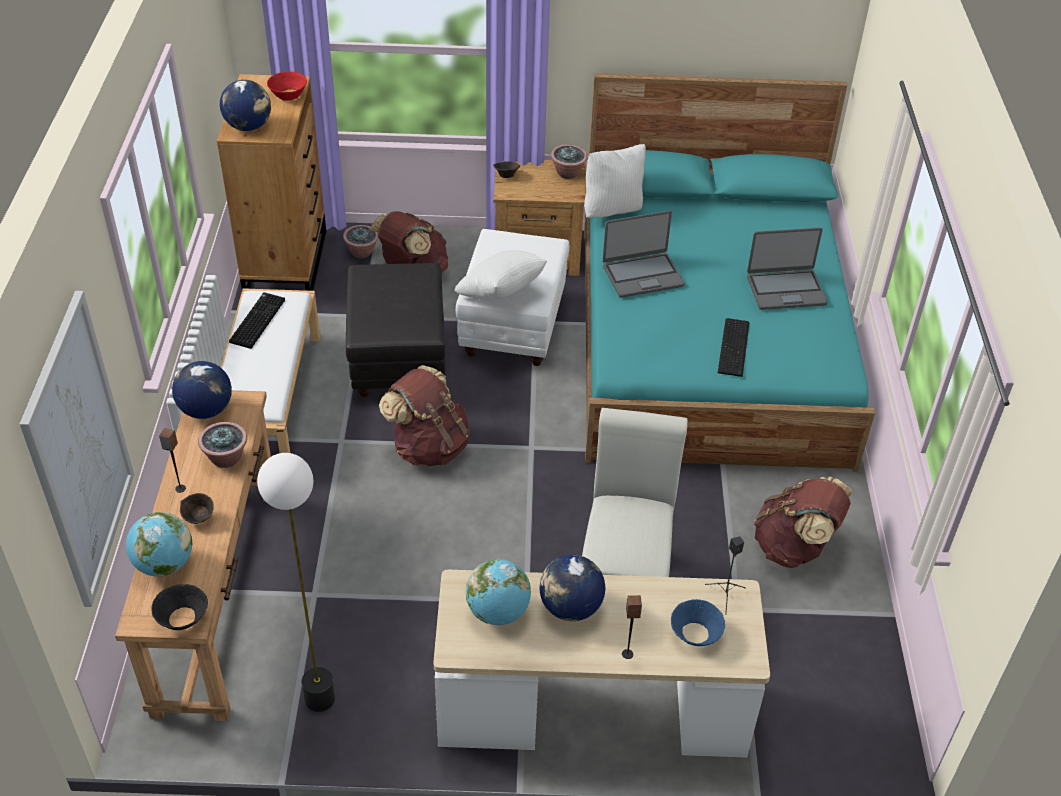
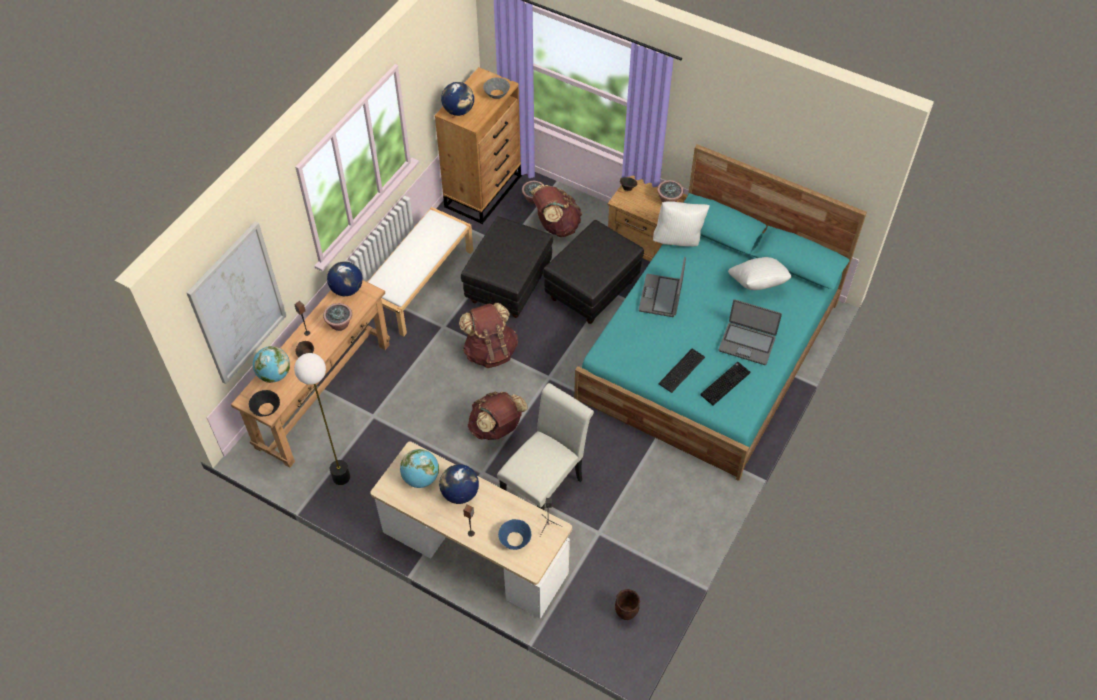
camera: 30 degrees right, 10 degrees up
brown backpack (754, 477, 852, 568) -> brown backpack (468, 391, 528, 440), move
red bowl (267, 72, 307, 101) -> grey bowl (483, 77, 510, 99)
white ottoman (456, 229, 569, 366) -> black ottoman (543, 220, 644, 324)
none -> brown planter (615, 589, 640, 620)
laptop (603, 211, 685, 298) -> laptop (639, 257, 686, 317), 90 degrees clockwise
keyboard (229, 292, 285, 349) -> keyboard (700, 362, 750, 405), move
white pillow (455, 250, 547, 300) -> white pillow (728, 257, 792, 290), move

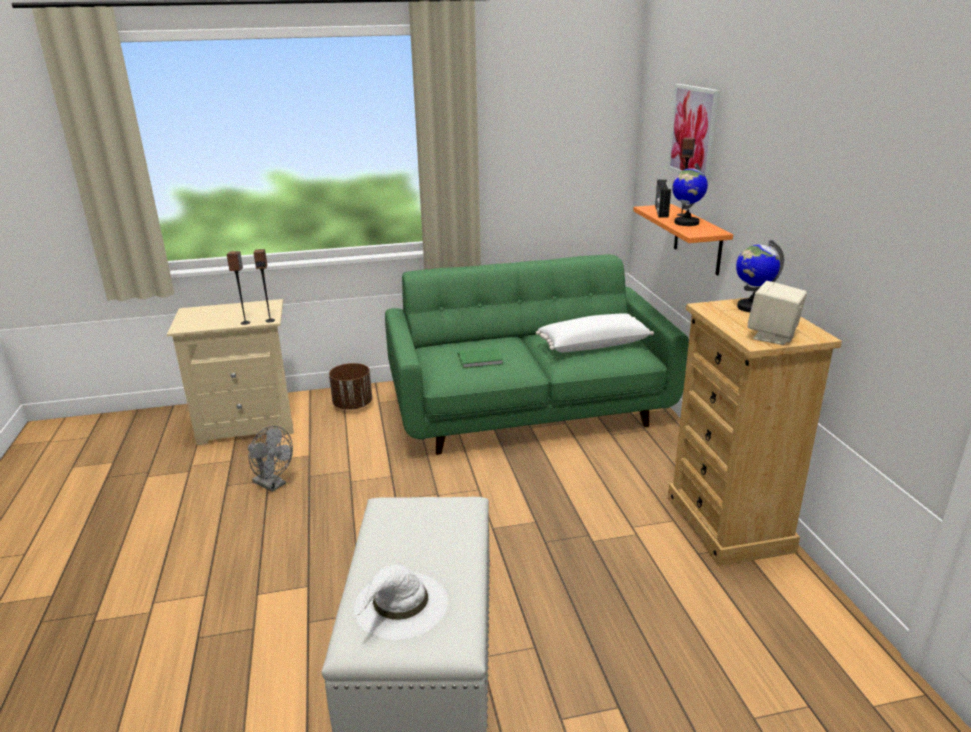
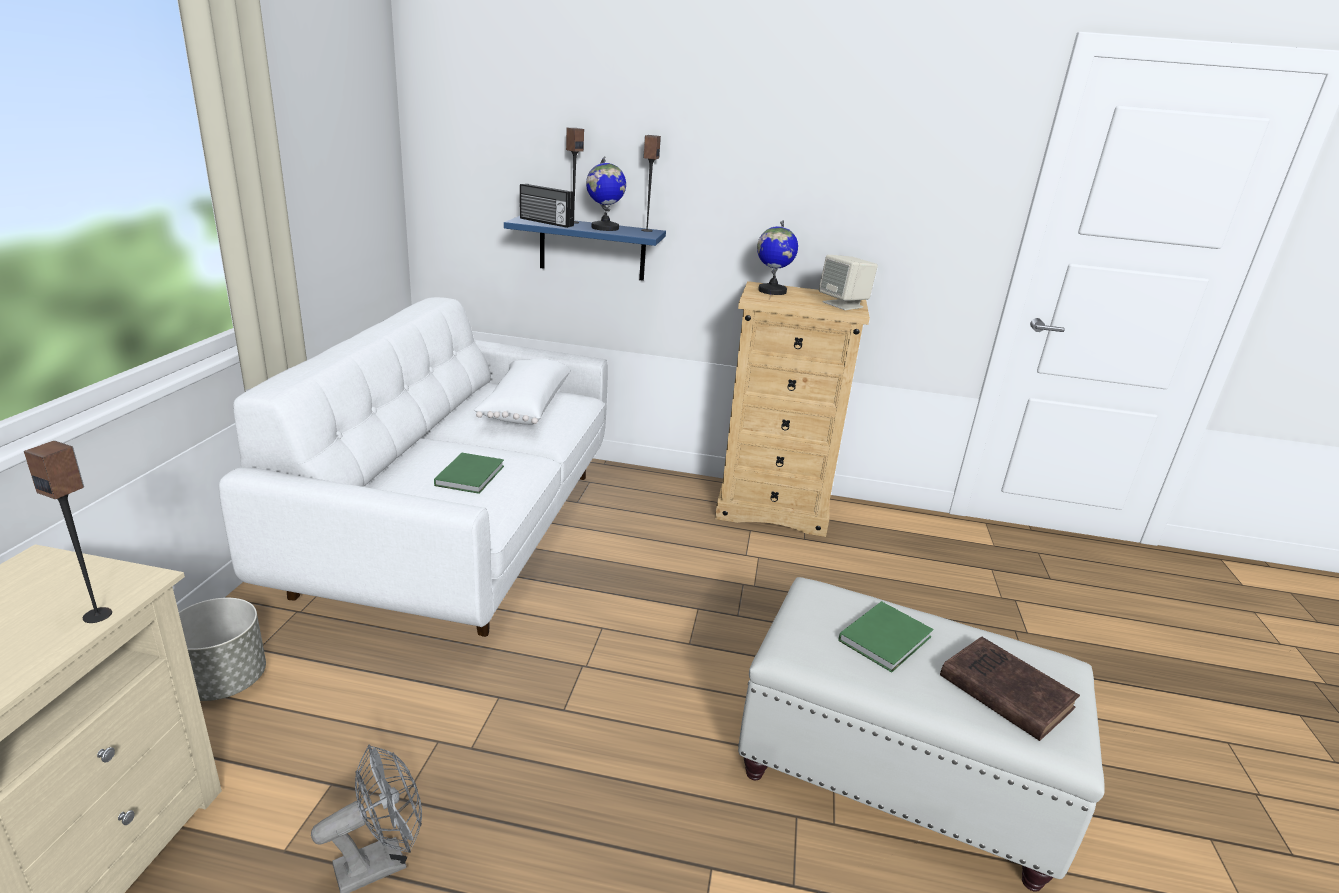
camera: 70 degrees left, 0 degrees up
brown planter (329, 363, 372, 410) -> grey planter (179, 598, 266, 701)
green sofa (385, 255, 689, 455) -> white sofa (219, 297, 608, 637)
orange shelf (633, 204, 733, 275) -> blue shelf (504, 216, 666, 281)
speaker (253, 249, 275, 322) -> speaker (641, 135, 661, 232), move
none -> green book (838, 601, 933, 673)
white hat (354, 565, 448, 640) -> brown book (940, 637, 1080, 741)
picture (668, 84, 720, 184) -> none

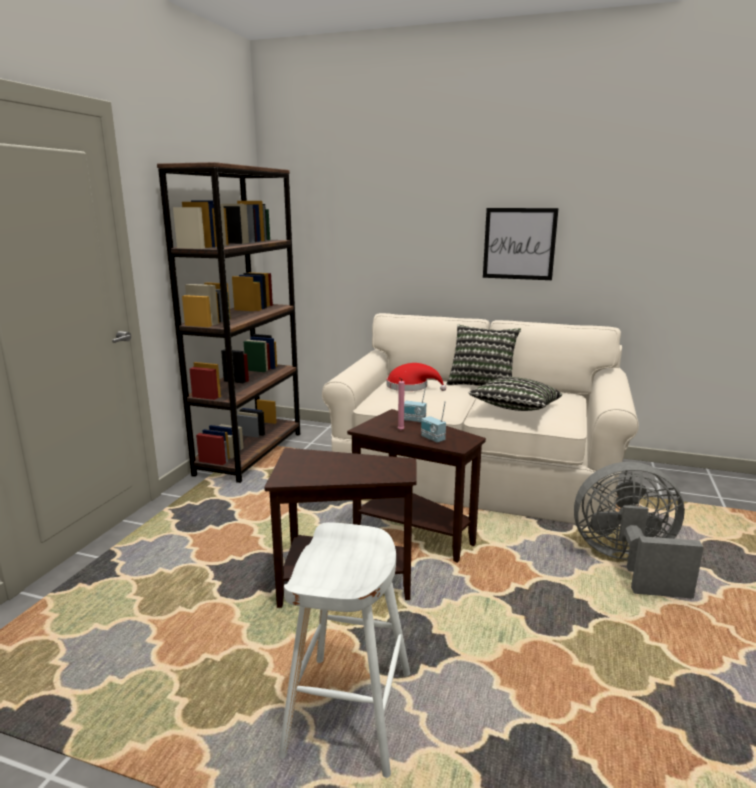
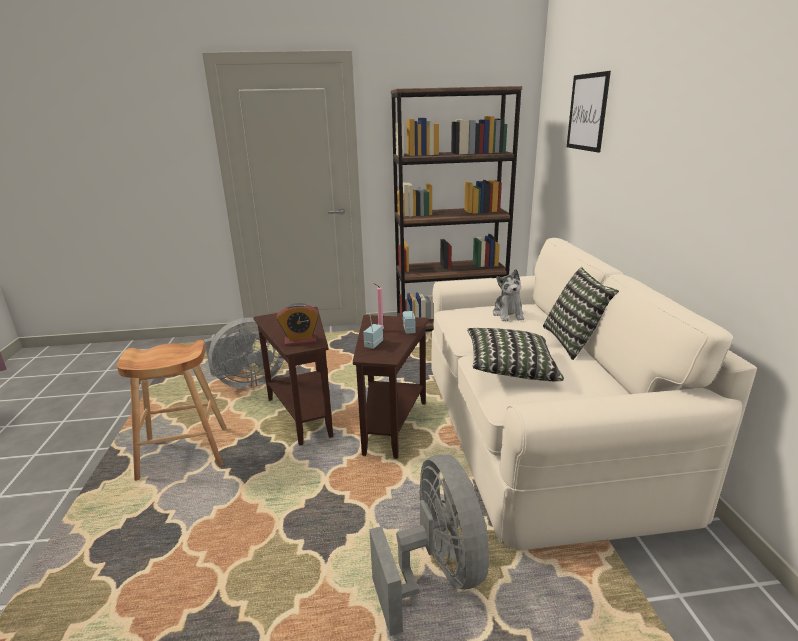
camera: 65 degrees right, 5 degrees up
white stool (278, 522, 410, 778) -> brown stool (117, 340, 227, 481)
none -> grey fan (204, 317, 284, 389)
none -> alarm clock (277, 303, 319, 346)
red hat (386, 363, 446, 391) -> plush toy (493, 269, 524, 321)
picture (483, 208, 559, 280) -> picture (567, 71, 611, 152), move

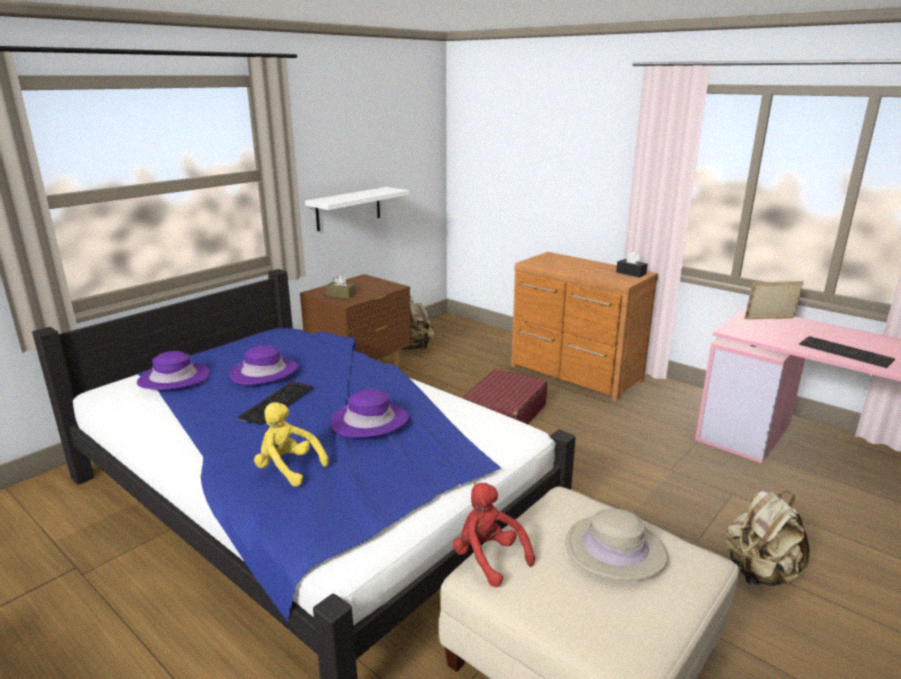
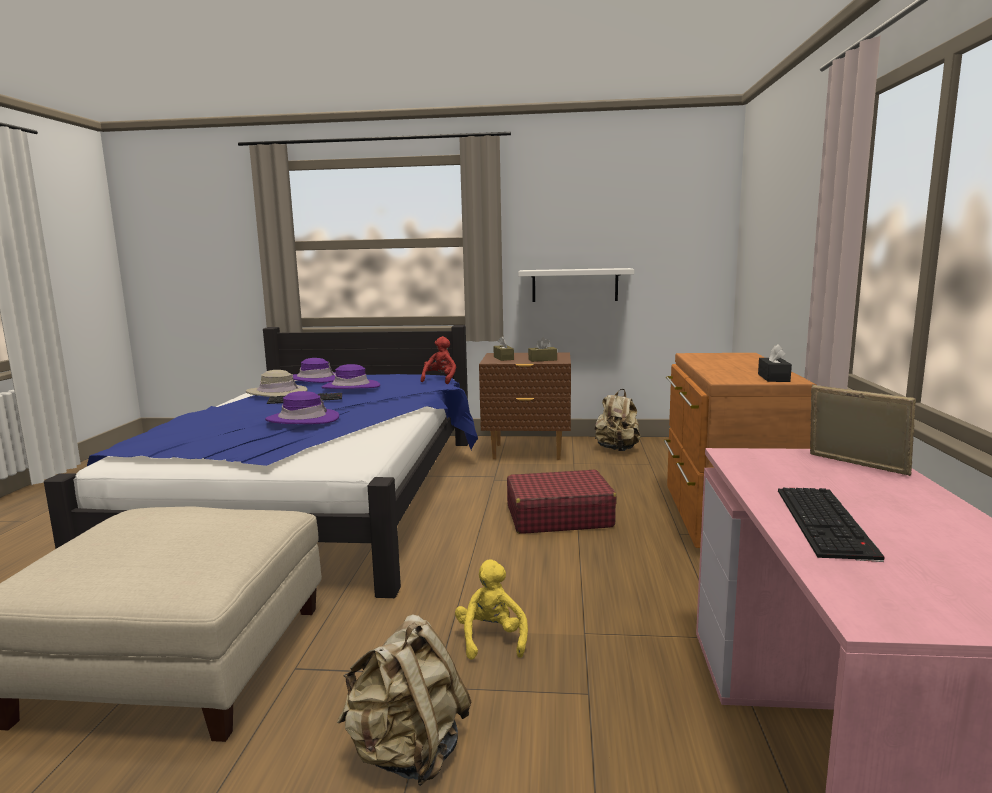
camera: 55 degrees right, 10 degrees down
beige hat (565, 508, 668, 581) -> beige hat (246, 370, 308, 397), move
red plush toy (453, 483, 535, 587) -> red plush toy (421, 336, 456, 384), move
yellow plush toy (254, 402, 329, 486) -> yellow plush toy (455, 560, 528, 660), move
none -> brown tissue box (528, 338, 557, 362)

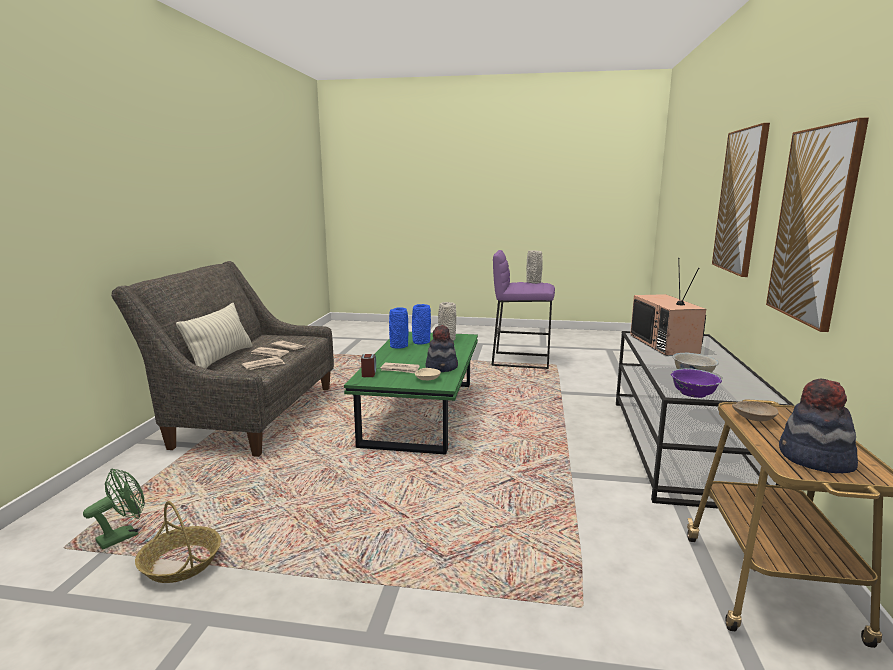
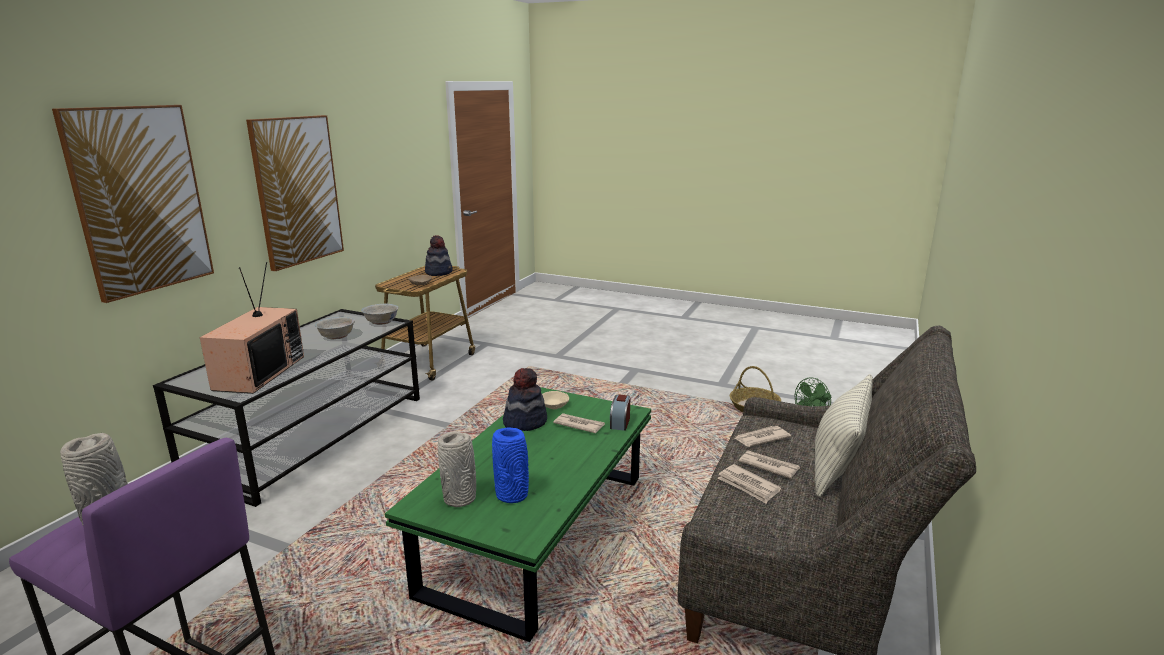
camera: 165 degrees left, 5 degrees up
purple bowl (671, 368, 722, 398) -> white bowl (361, 304, 399, 325)
blue vase (389, 307, 408, 349) -> none

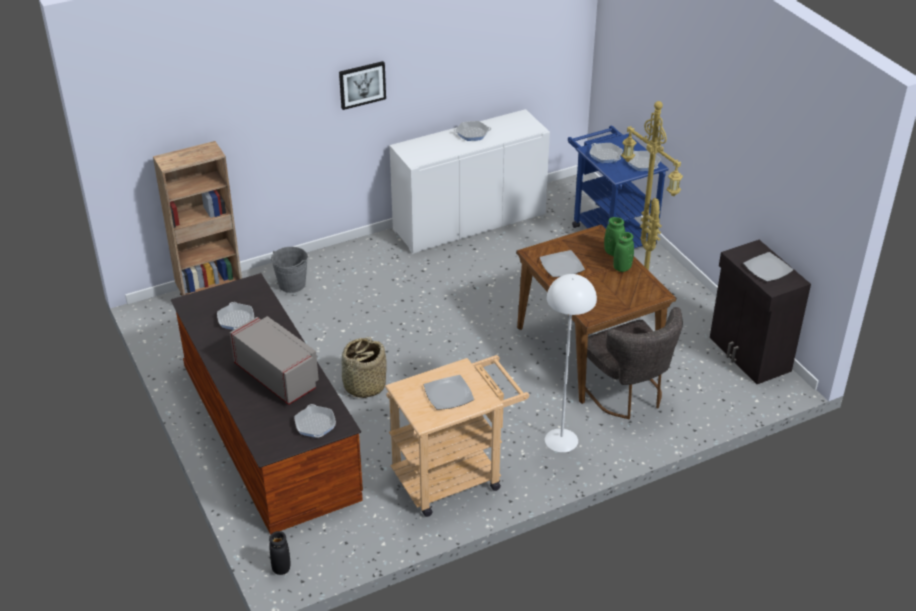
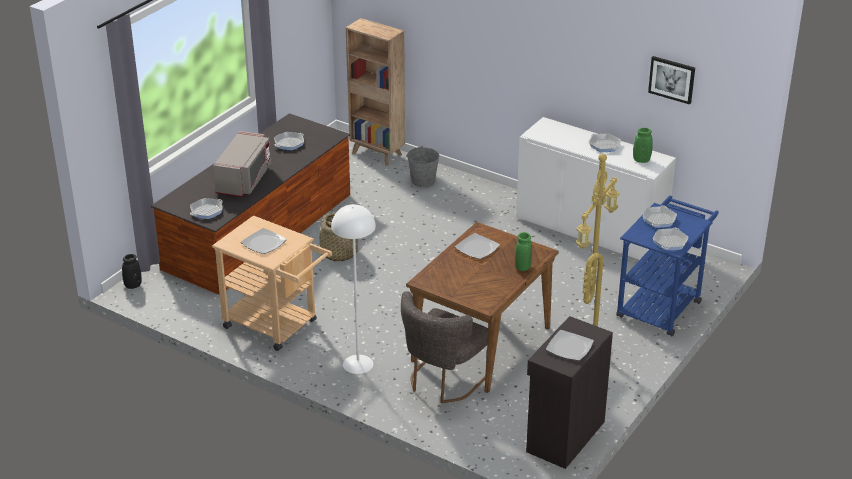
camera: 60 degrees right, 5 degrees down
green vase (613, 232, 634, 272) -> green vase (633, 128, 653, 163), move
picture (339, 61, 386, 110) -> picture (648, 56, 695, 104), move

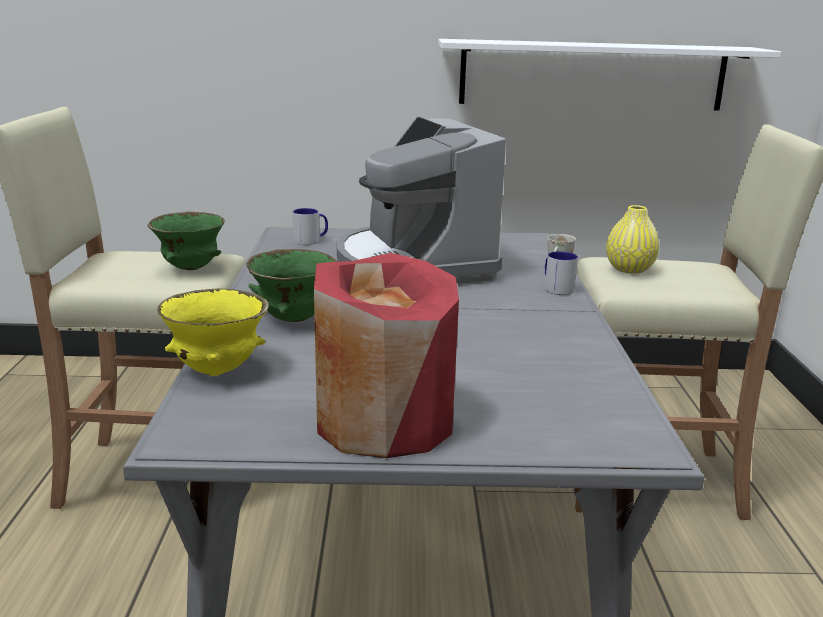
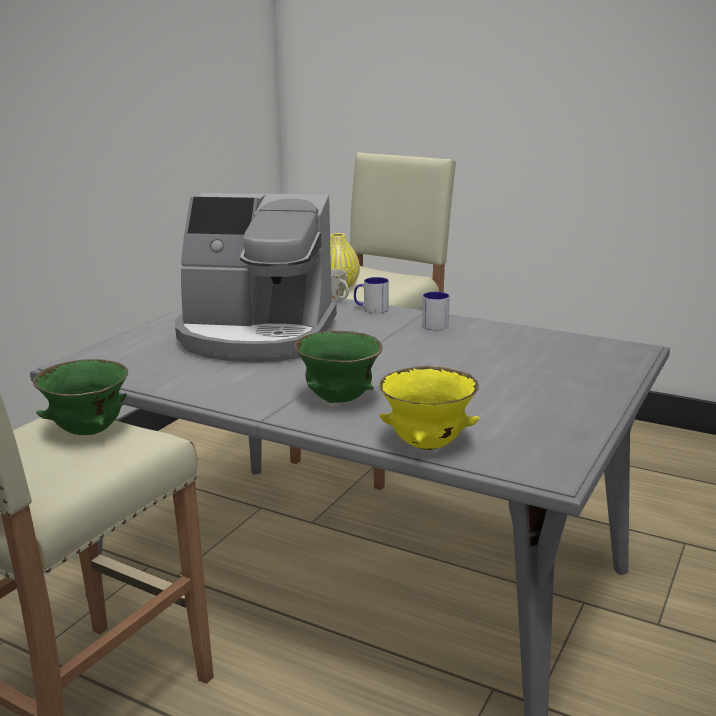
camera: 60 degrees left, 0 degrees up
mug (293, 208, 328, 245) -> mug (422, 292, 449, 330), move
red vase (314, 253, 459, 458) -> none
white shelf (438, 39, 782, 110) -> none

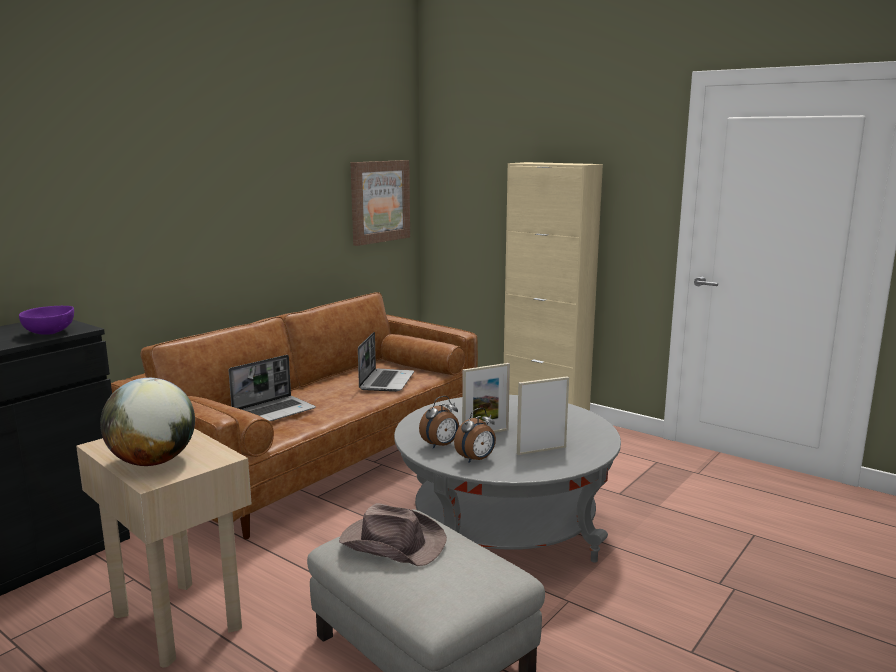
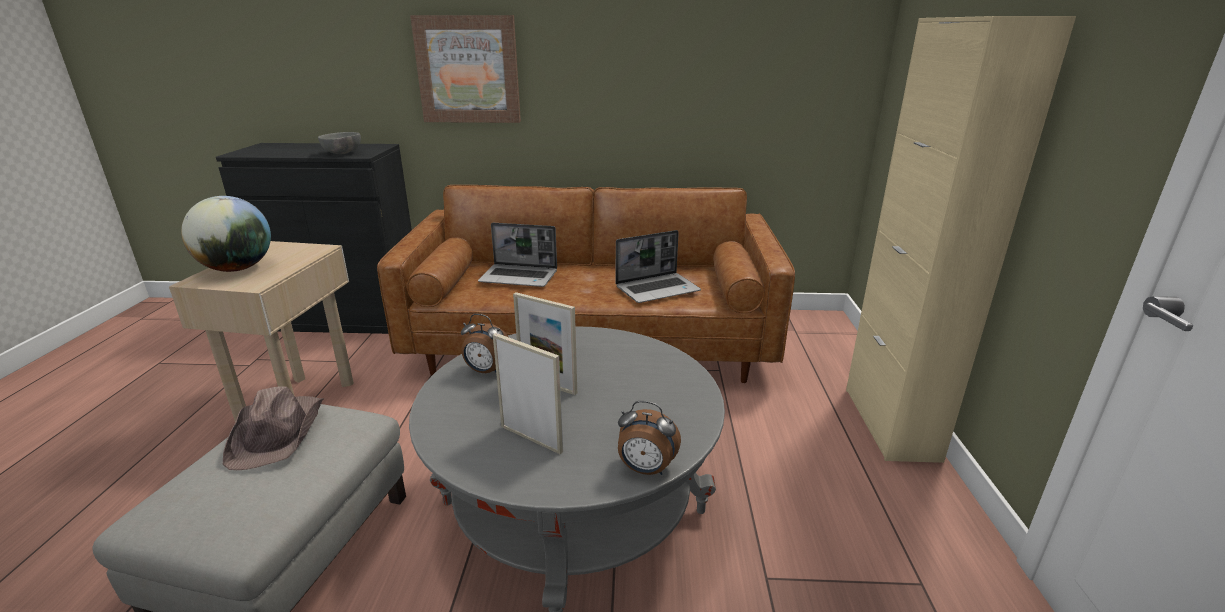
camera: 55 degrees right, 10 degrees up
purple bowl (19, 306, 74, 335) -> grey bowl (318, 132, 361, 154)
picture (351, 160, 410, 246) -> picture (410, 15, 521, 123), move
alarm clock (454, 408, 496, 463) -> alarm clock (618, 401, 681, 475), move

